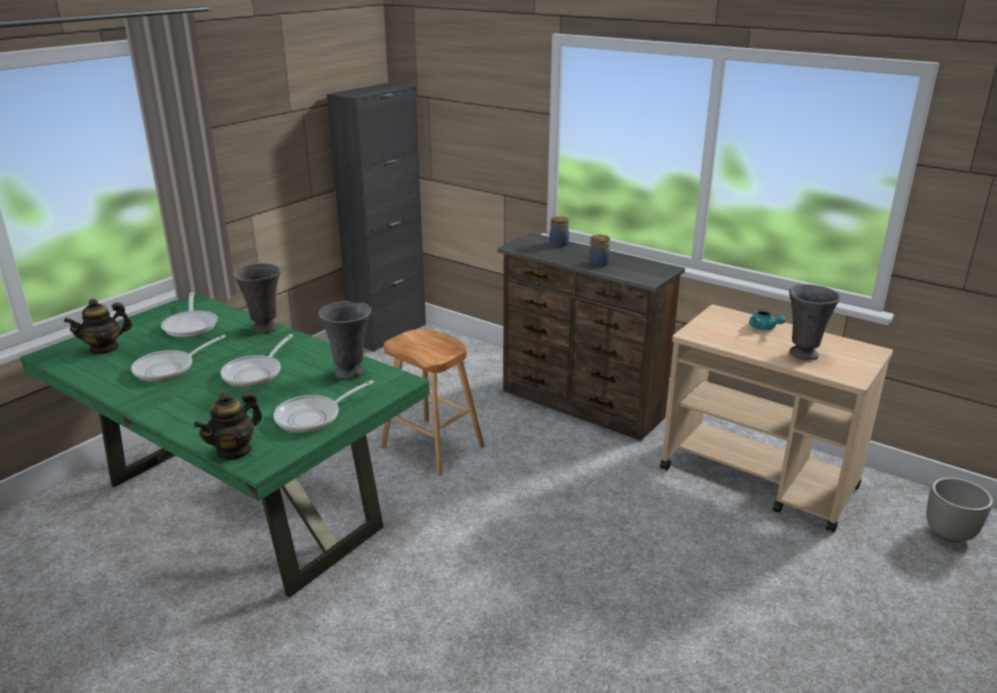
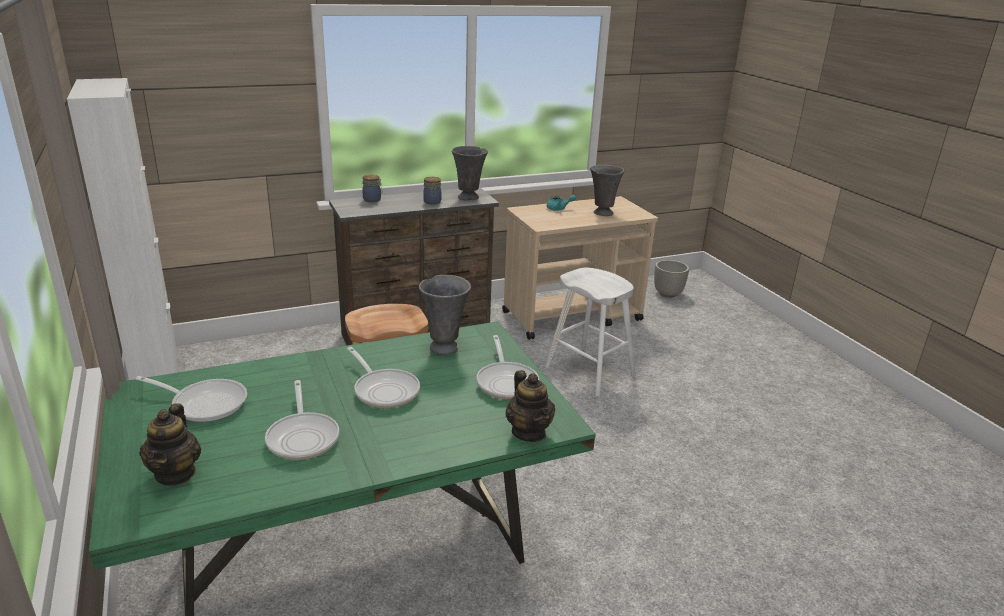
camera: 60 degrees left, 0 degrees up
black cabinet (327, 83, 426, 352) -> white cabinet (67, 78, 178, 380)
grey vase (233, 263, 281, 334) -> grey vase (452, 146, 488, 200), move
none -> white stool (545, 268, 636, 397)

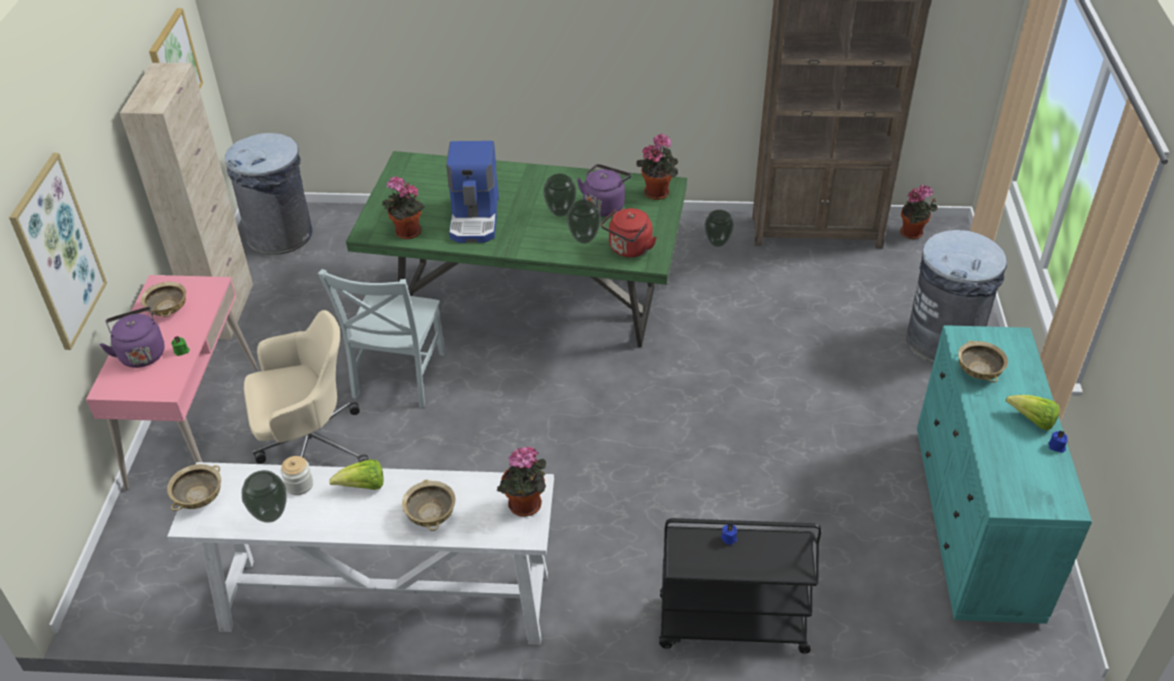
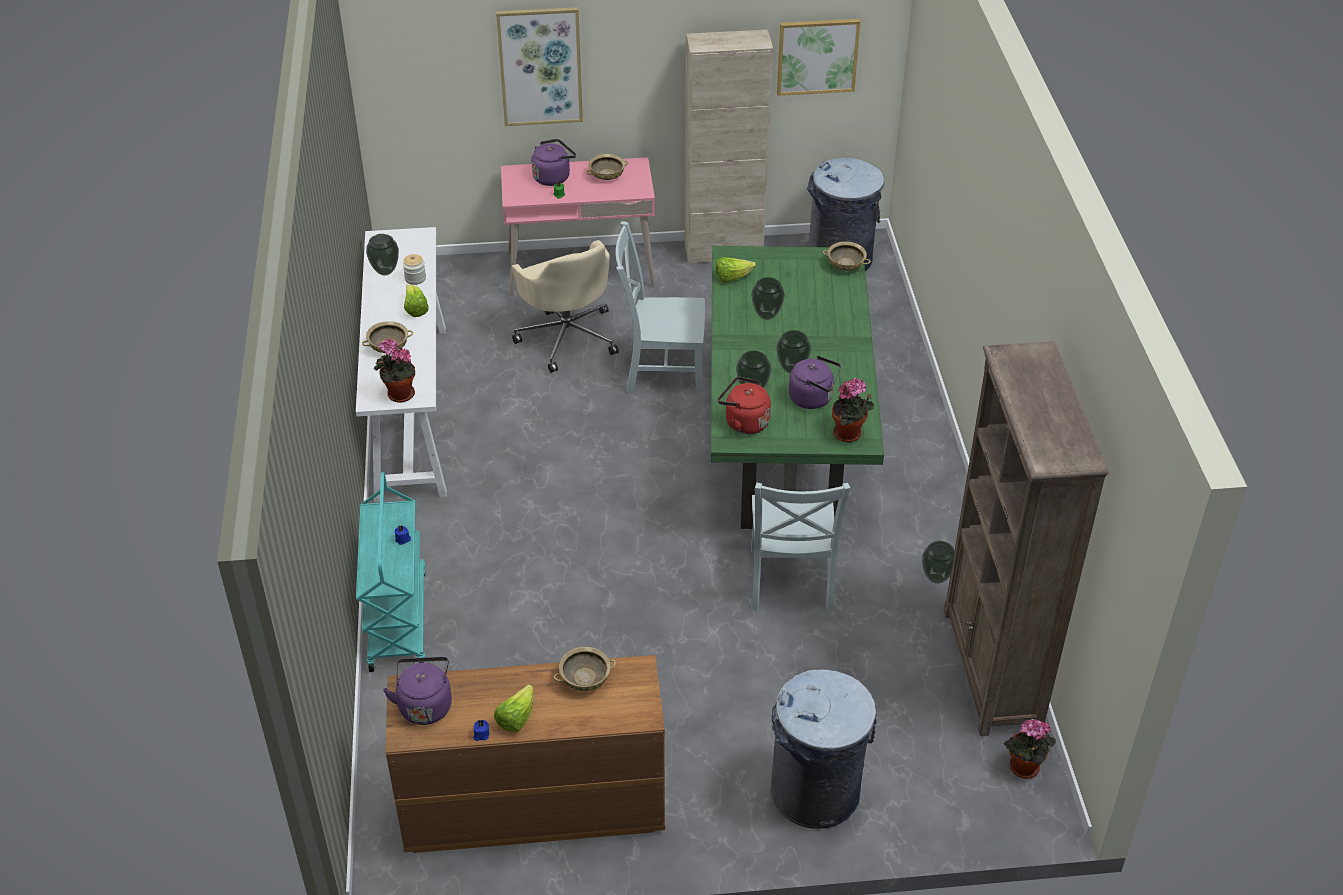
camera: 80 degrees right, 0 degrees up
black cart (659, 518, 821, 654) -> turquoise cart (356, 472, 426, 672)
none -> purple kettle (383, 657, 452, 725)
turquoise dresser (917, 325, 1092, 624) -> brown dresser (385, 655, 665, 853)
potted plant (382, 176, 424, 239) -> lettuce (716, 257, 756, 282)
coffee machine (446, 141, 499, 243) -> vase (751, 277, 785, 320)
none -> grey chair (751, 483, 850, 611)
beige bowl (167, 464, 221, 511) -> beige bowl (823, 241, 871, 271), move

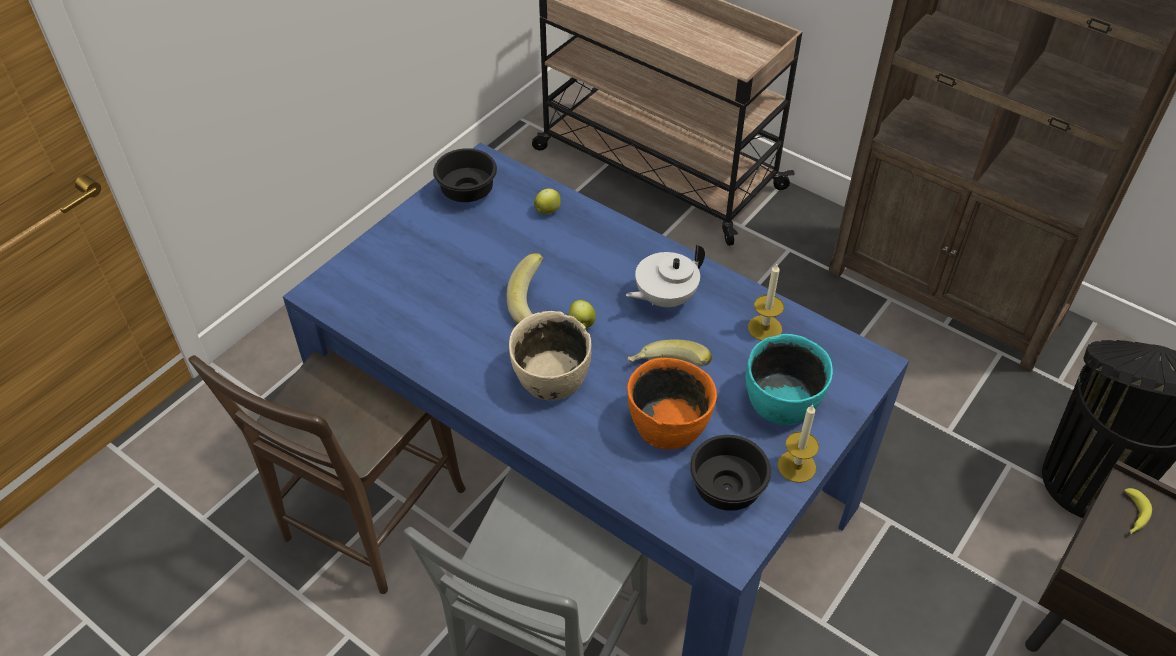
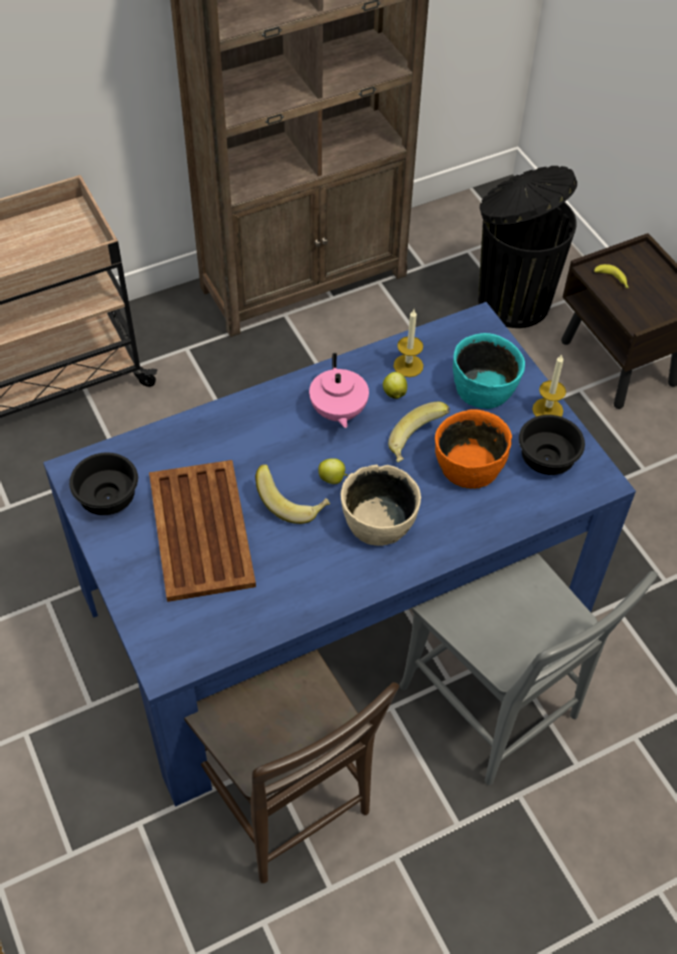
camera: 65 degrees left, 5 degrees up
none -> brown tray (149, 460, 256, 602)
white teapot (626, 244, 705, 307) -> pink teapot (309, 353, 369, 428)
apple (534, 188, 561, 214) -> apple (383, 372, 407, 399), move

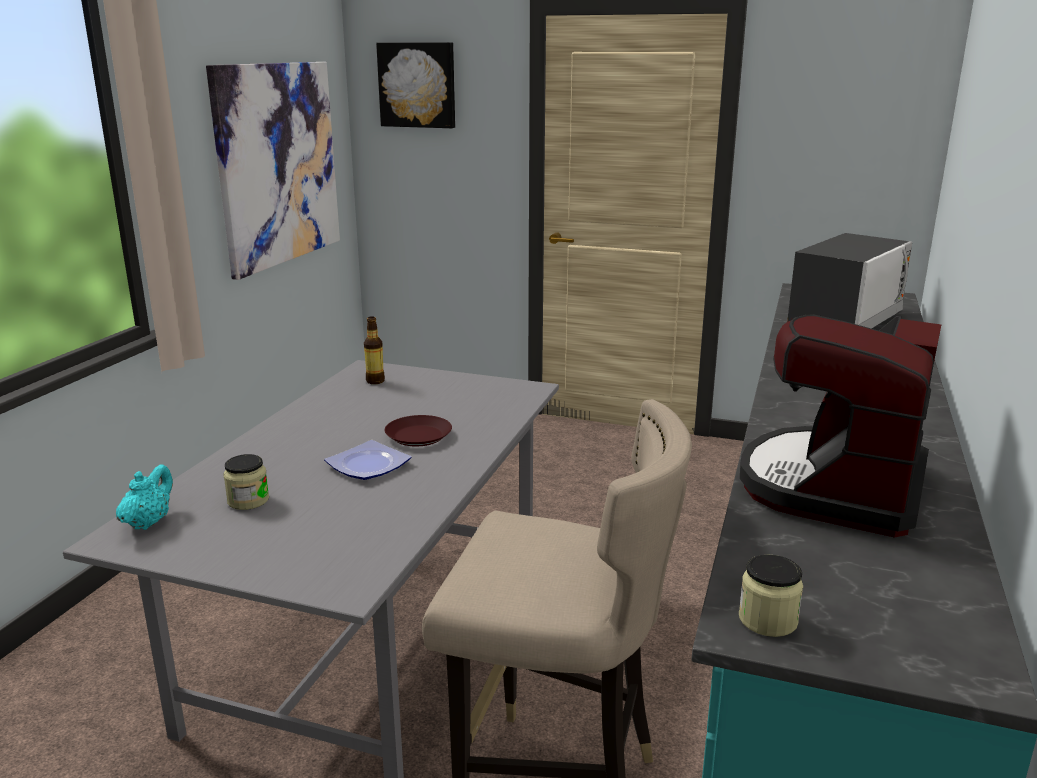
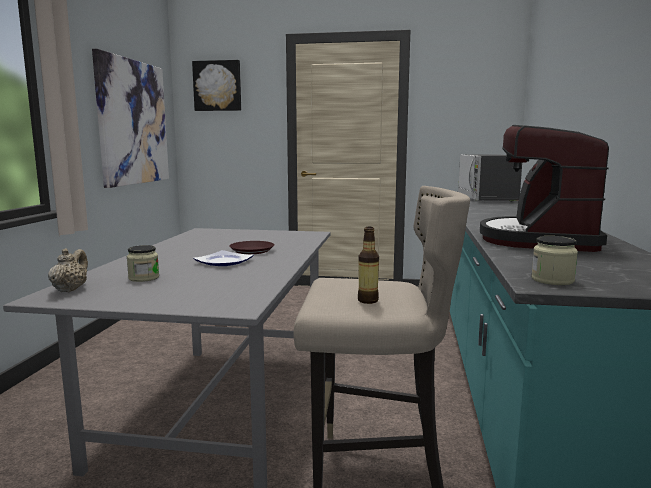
camera: 10 degrees left, 10 degrees down
turquoise teapot (116, 464, 173, 530) -> beige teapot (48, 248, 88, 292)
bottle (364, 316, 385, 384) -> bottle (358, 227, 379, 304), move
microwave (787, 233, 912, 329) -> microwave (458, 154, 522, 202), 150 degrees clockwise

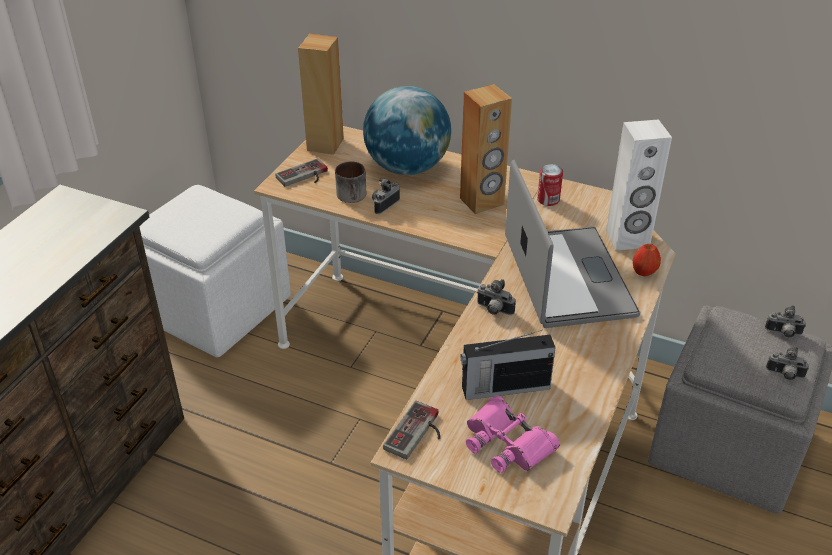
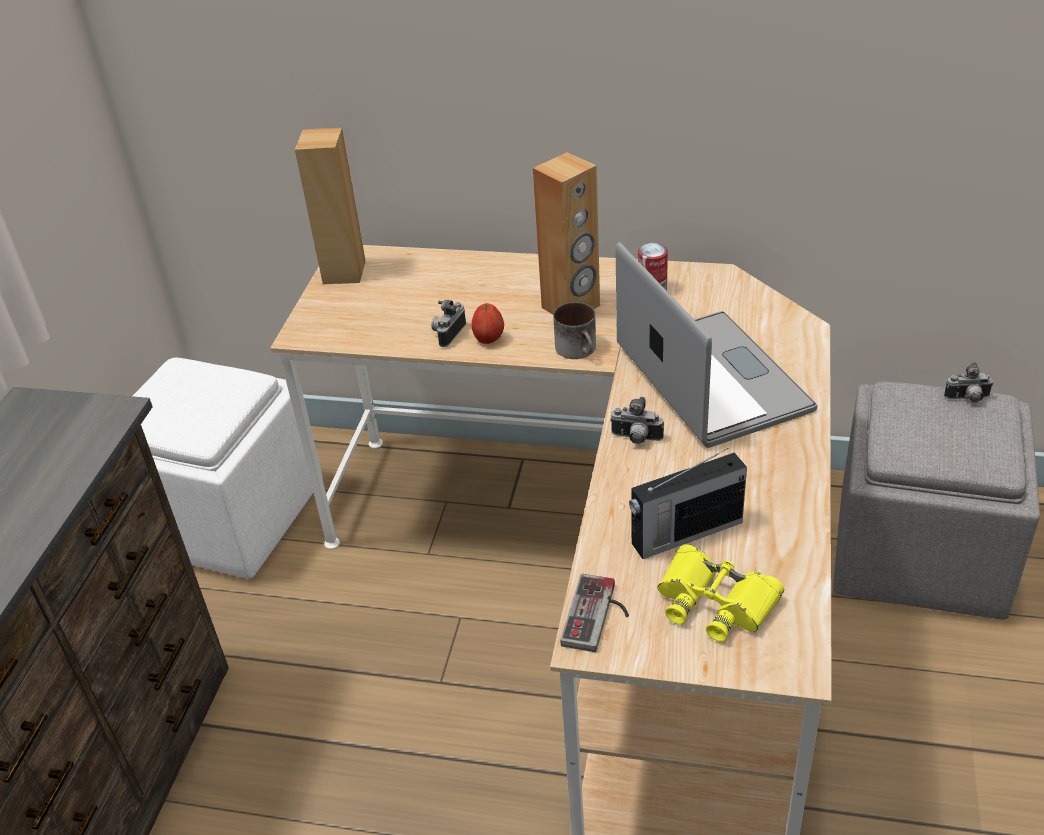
camera: 10 degrees left, 0 degrees up
apple (633, 244, 661, 276) -> apple (472, 303, 504, 344), move
mug (335, 161, 366, 203) -> mug (553, 302, 596, 359), move
pink binoculars (466, 395, 560, 473) -> yellow binoculars (658, 544, 784, 642)
game controller (275, 158, 328, 187) -> none
globe (363, 86, 451, 175) -> none
white speaker (606, 119, 672, 251) -> none
photo camera (766, 346, 809, 380) -> none

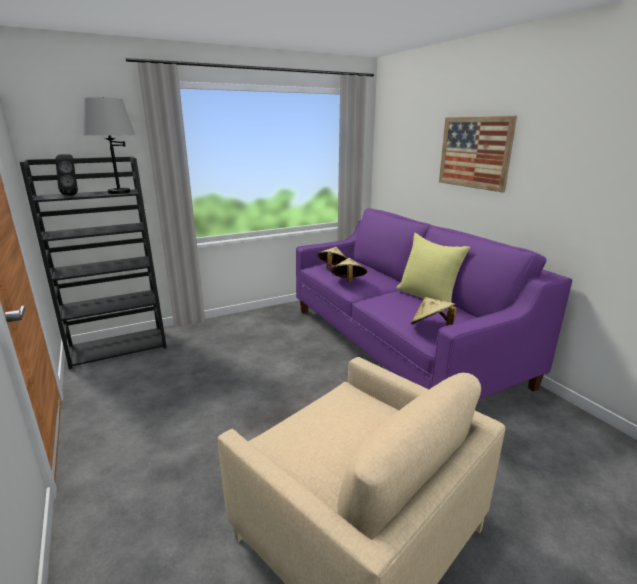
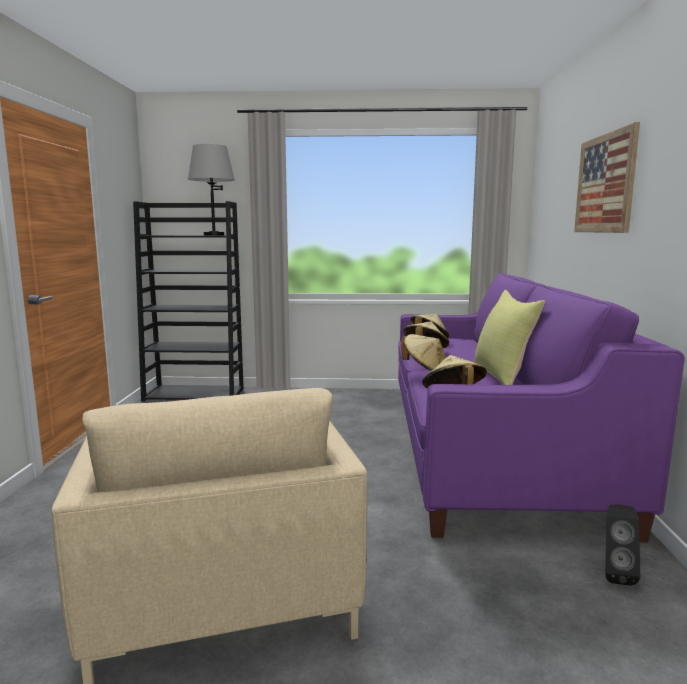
camera: 30 degrees right, 10 degrees down
none -> beige hat (401, 334, 446, 371)
black speaker (56, 154, 78, 196) -> black speaker (605, 504, 640, 586), move

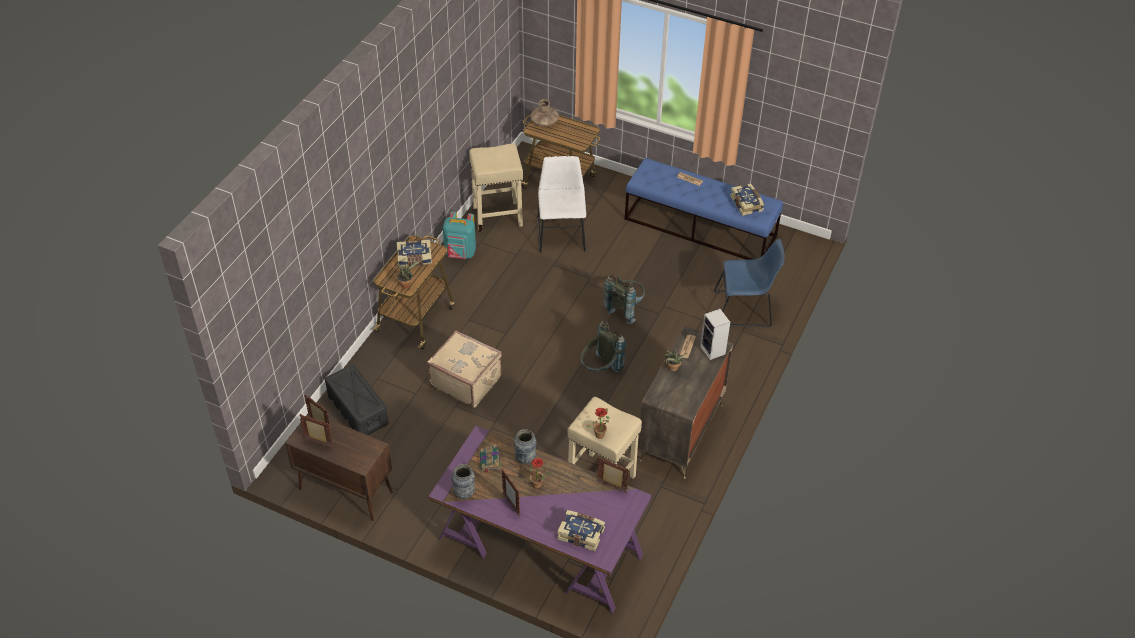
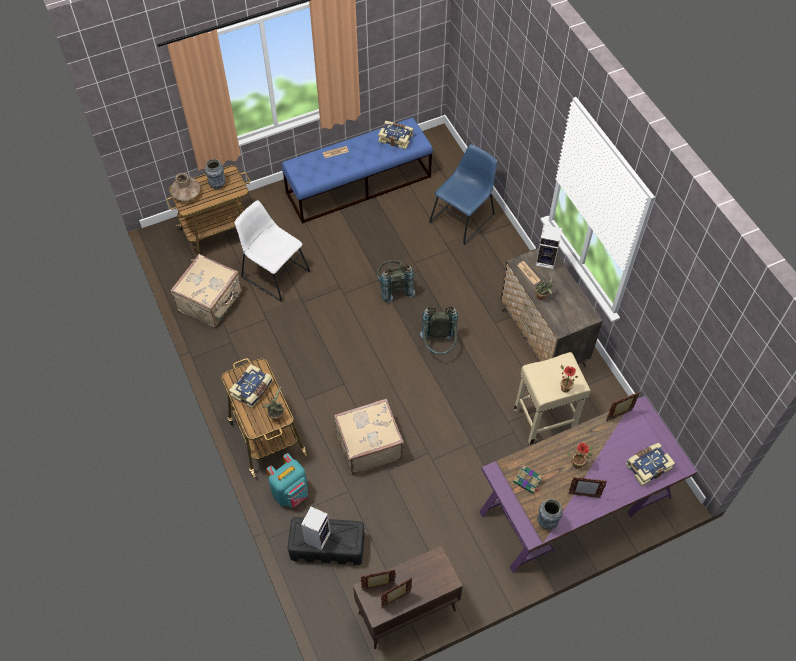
camera: 50 degrees left, 10 degrees up
beige stool (469, 144, 523, 232) -> beige suitcase (170, 254, 242, 327)
vase (514, 429, 537, 465) -> vase (205, 159, 226, 189), move
turquoise backpack (443, 211, 476, 259) -> turquoise backpack (266, 453, 308, 508), move
none -> speaker (301, 507, 331, 550)

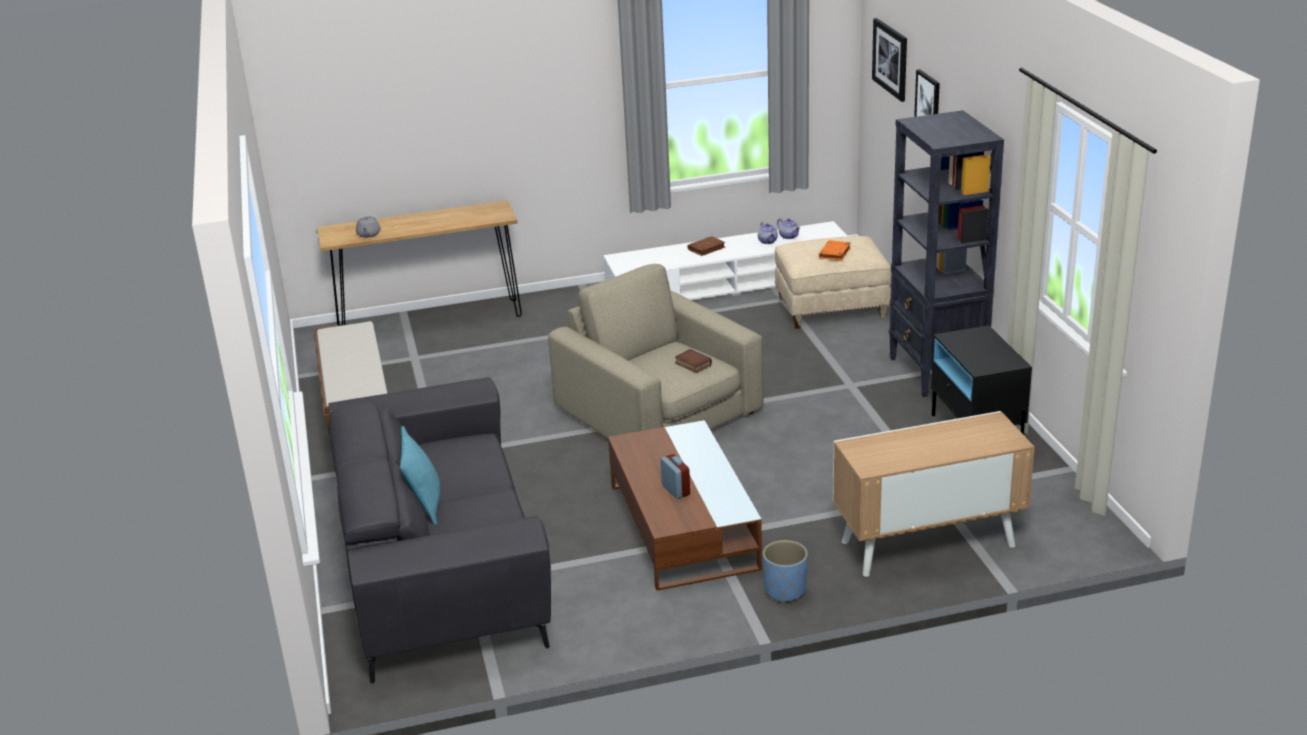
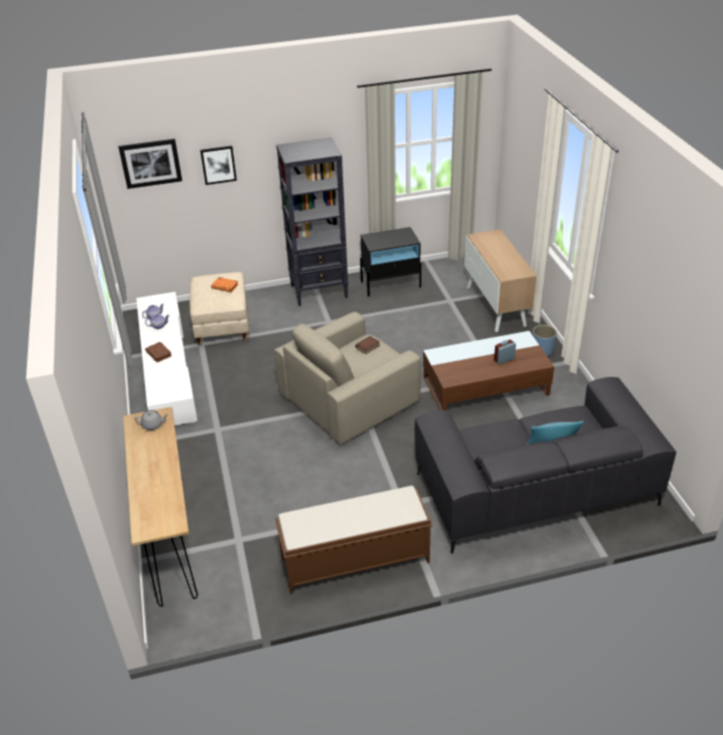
camera: 90 degrees left, 10 degrees up
grey teapot (356, 216, 381, 238) -> grey teapot (135, 410, 169, 430), move

